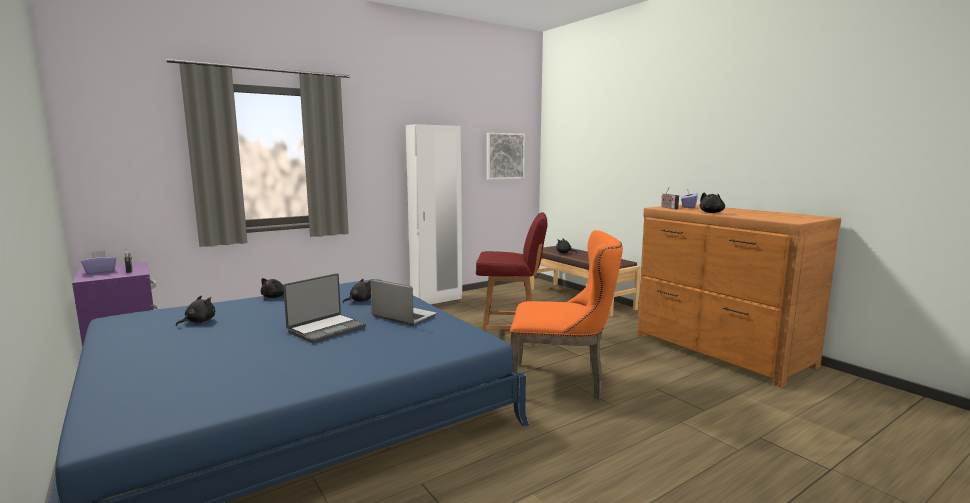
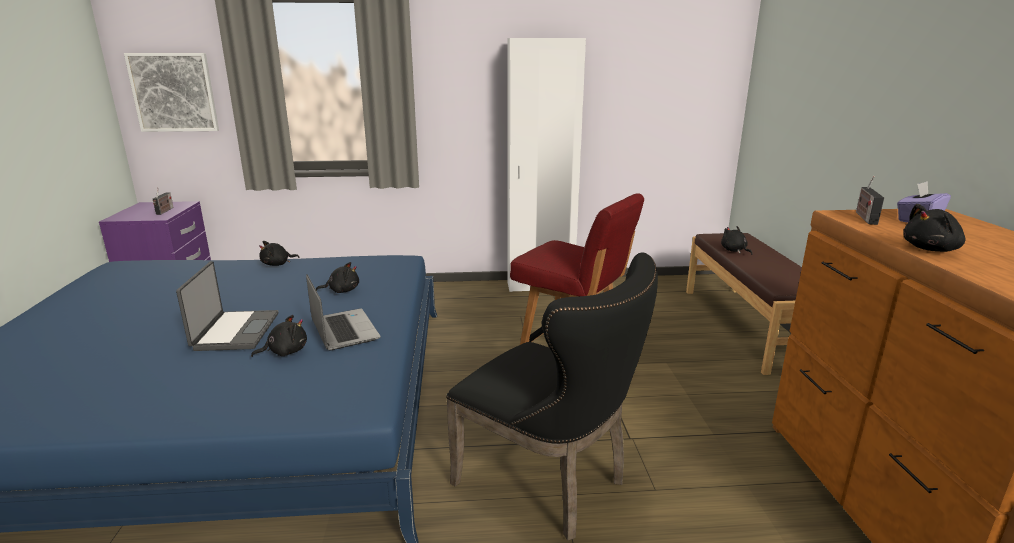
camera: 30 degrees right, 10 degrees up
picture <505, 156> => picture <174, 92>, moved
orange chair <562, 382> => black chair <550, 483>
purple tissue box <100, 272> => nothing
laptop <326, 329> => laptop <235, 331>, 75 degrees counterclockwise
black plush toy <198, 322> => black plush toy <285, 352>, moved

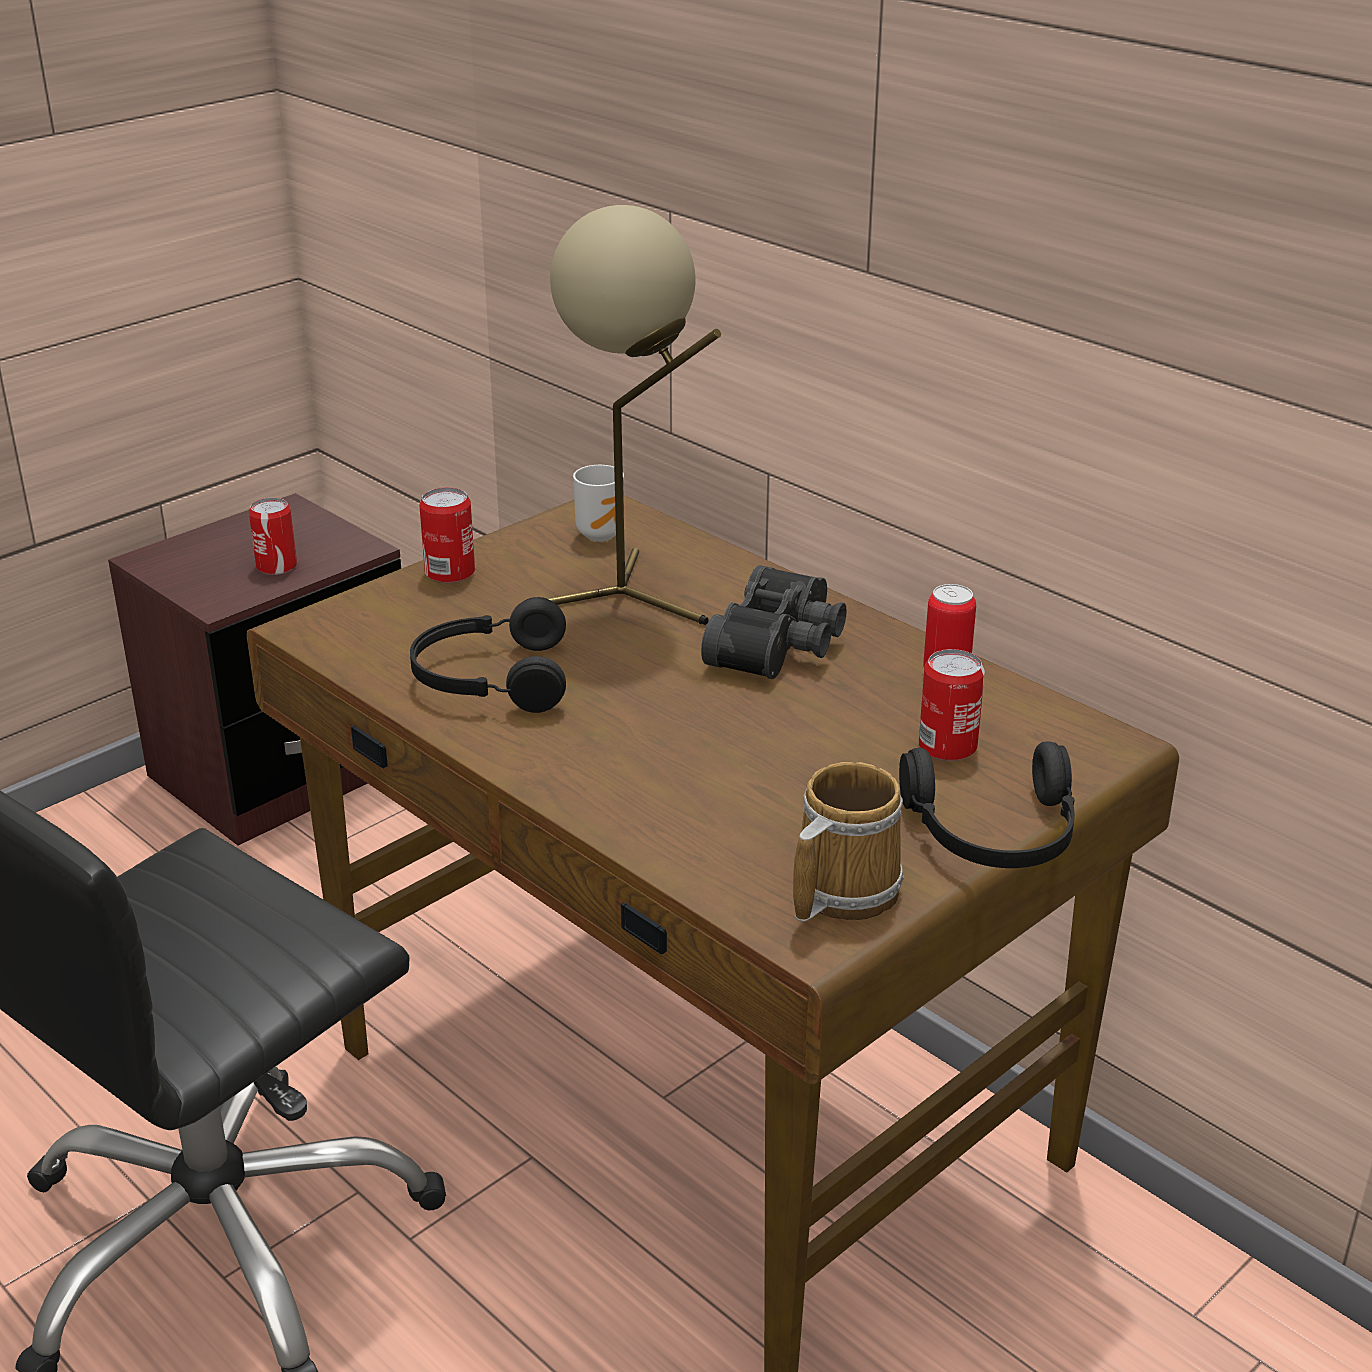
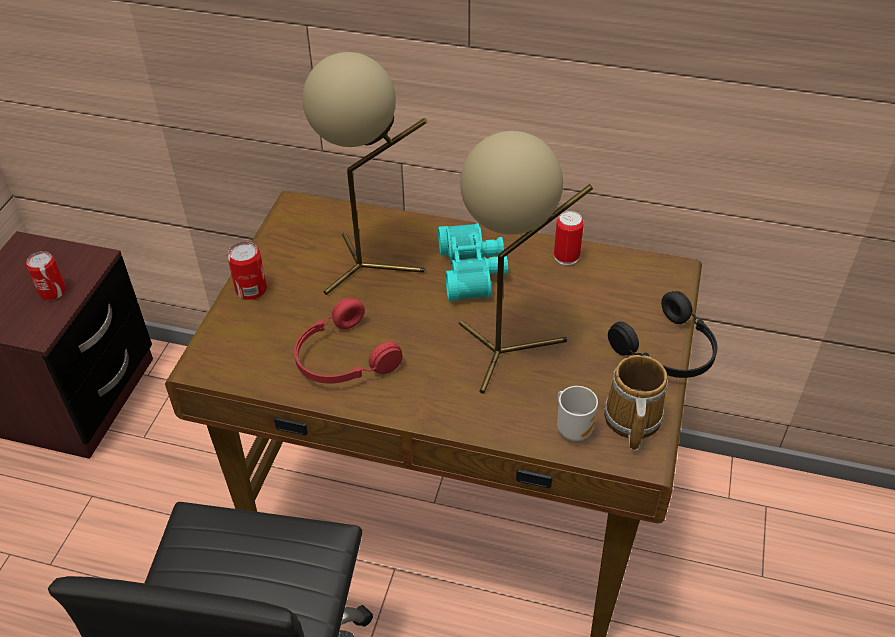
camera: 30 degrees left, 15 degrees up
mug <602, 534> => mug <573, 429>, moved
black binoculars <781, 646> => turquoise binoculars <473, 270>
black headphones <490, 679> => red headphones <342, 359>
can <947, 746> => nothing
nothing => beige table lamp <506, 351>

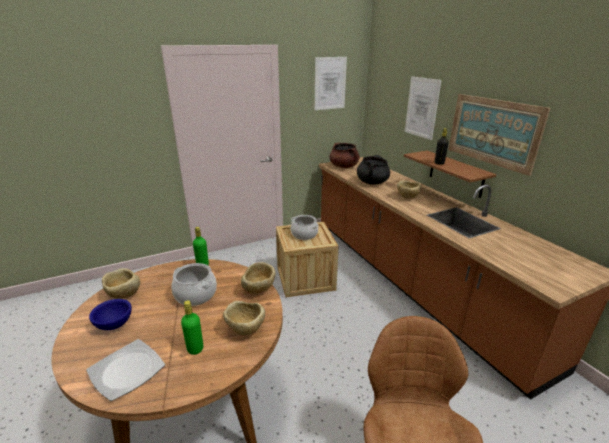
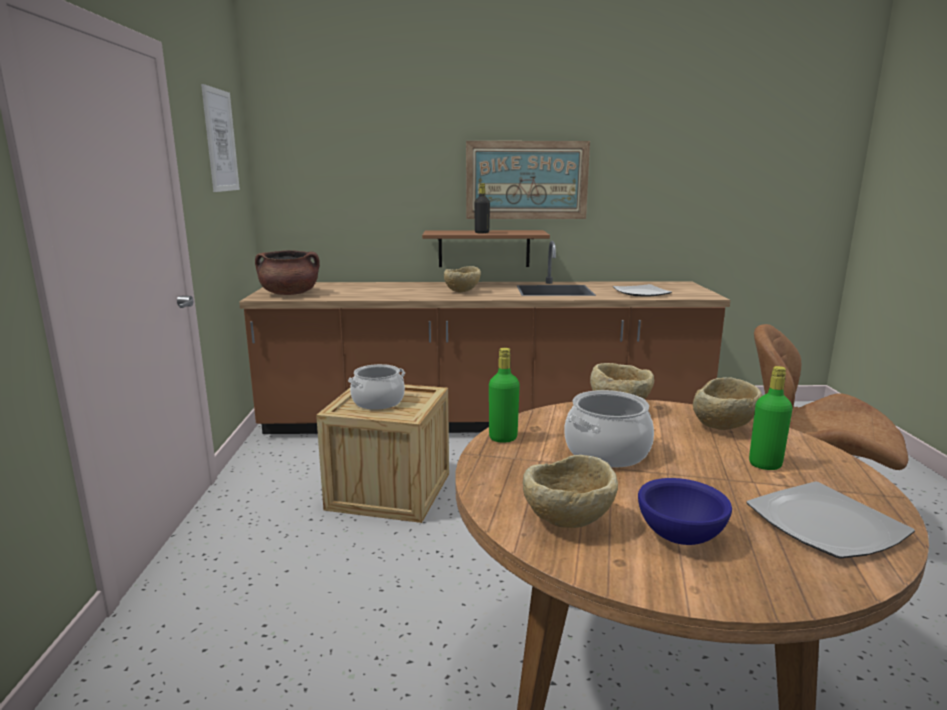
camera: 65 degrees left, 10 degrees down
picture <422, 107> => nothing
black cooking pot <372, 182> => nothing
nothing => plate <641, 293>

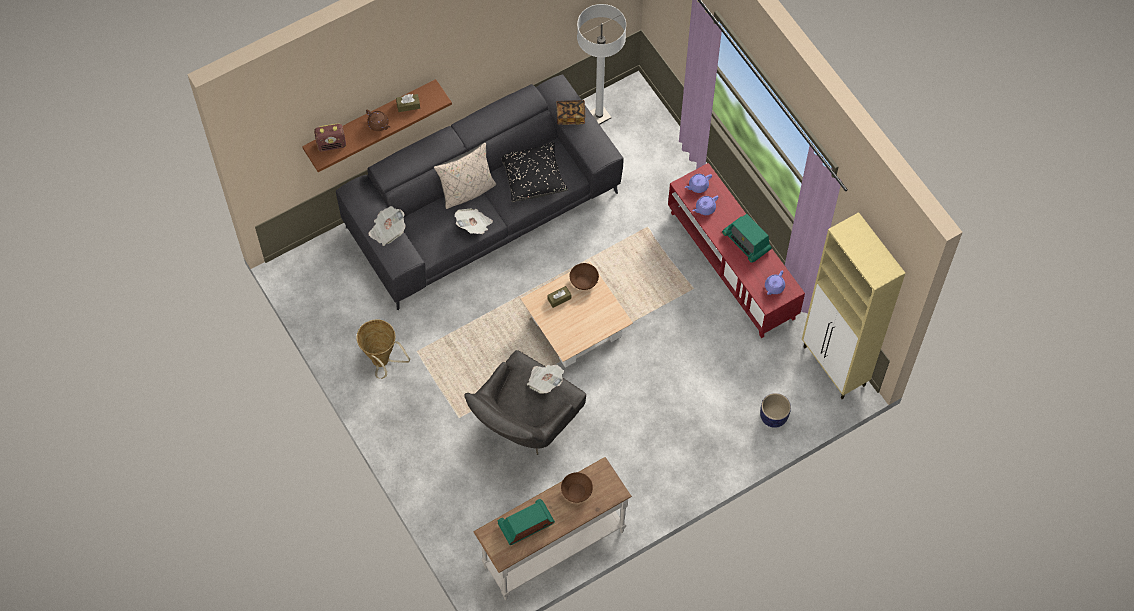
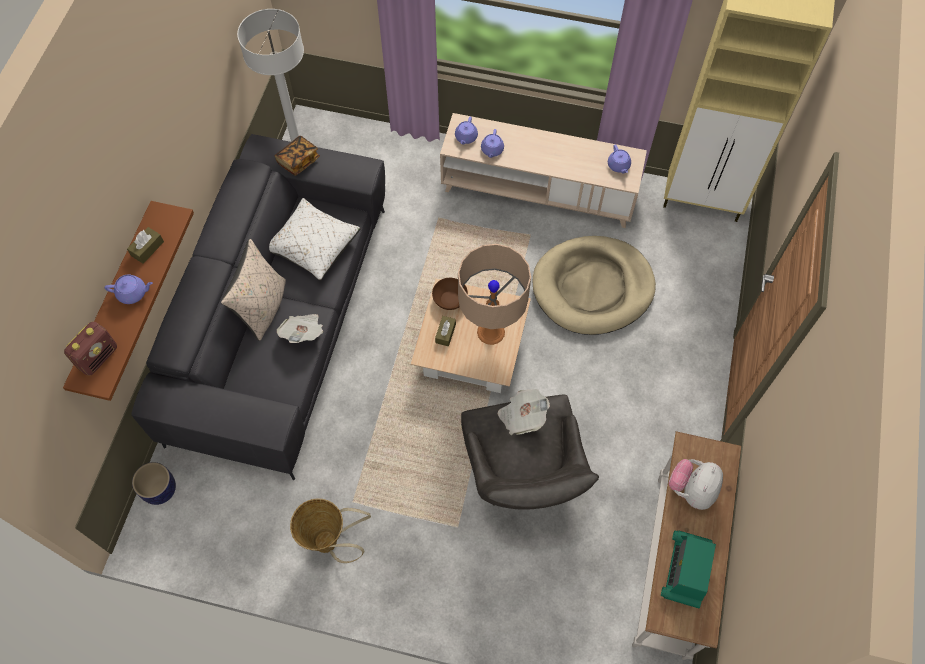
camera: 45 degrees left, 0 degrees up
brown teapot <378, 124> => purple teapot <133, 293>
black pillow <533, 177> => white pillow <313, 246>
red tv stand <732, 265> => beige tv stand <538, 191>
newspaper <387, 231> => nothing
radio <746, 242> => nothing
planter <773, 416> => planter <160, 489>, moved
brown bowl <576, 491> => plush toy <692, 490>
nothing => beige dog bed <592, 287>
nothing => beige table lamp <491, 332>

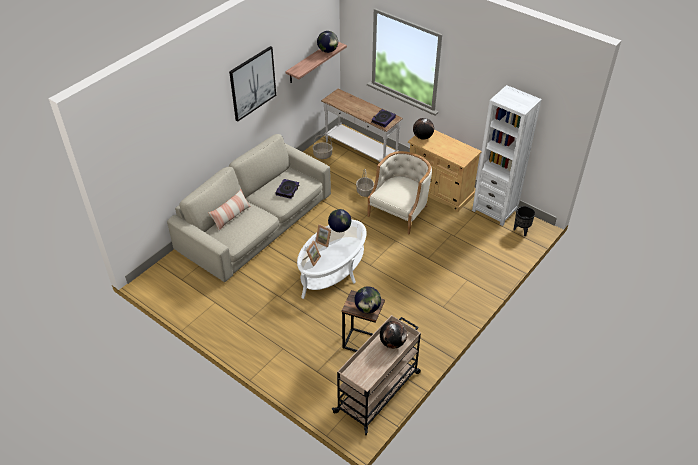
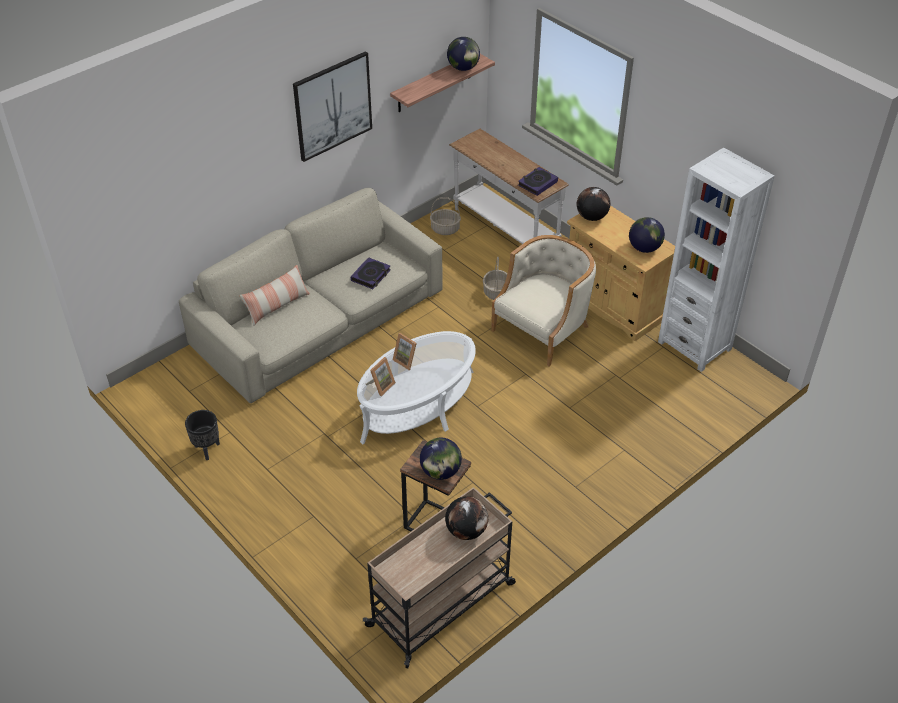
camera: 10 degrees right, 0 degrees up
black planter <521, 230> => black planter <207, 450>, moved
globe <339, 228> => globe <644, 248>, moved

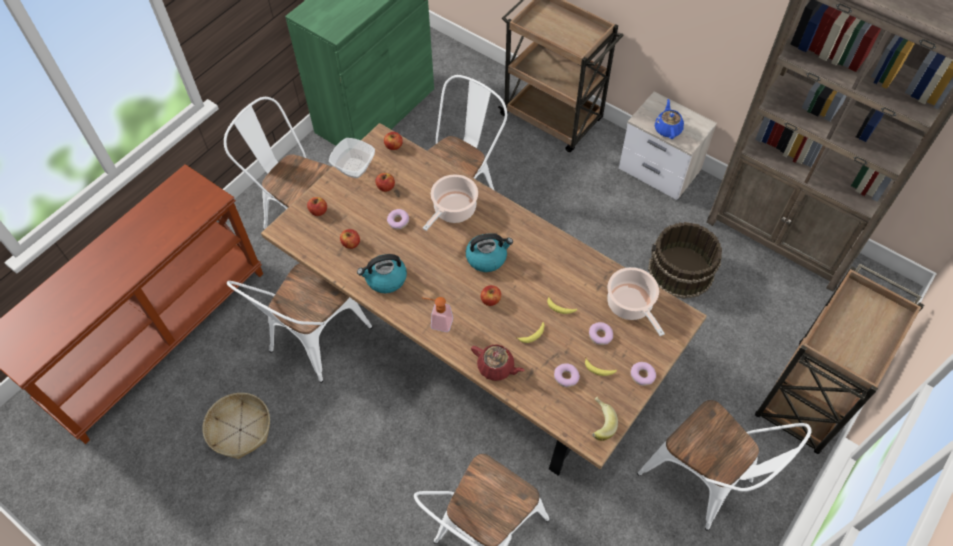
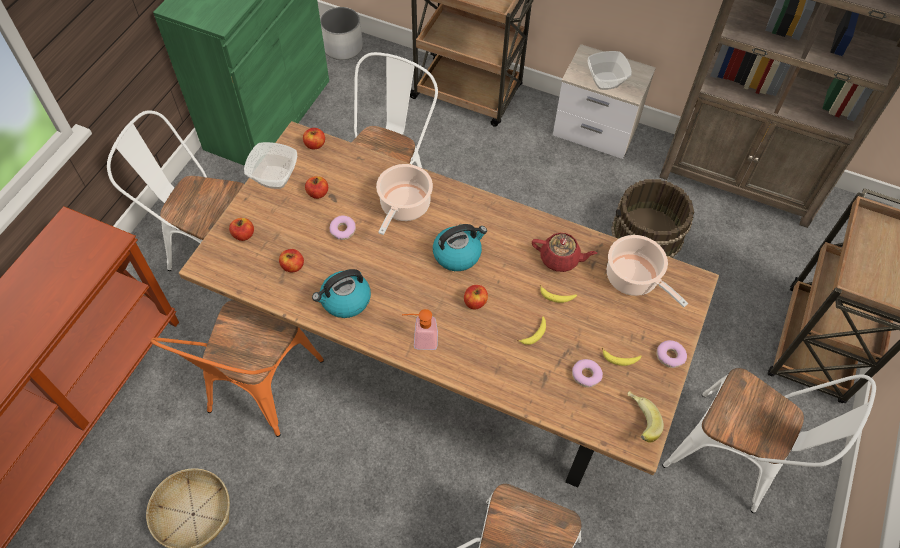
camera: 15 degrees left, 0 degrees up
blue teapot <667, 129> => bowl <606, 81>
white chair <313, 343> => orange chair <258, 392>
donut <600, 336> => nothing
red teapot <496, 367> => red teapot <560, 259>, moved
nothing => white planter <343, 47>

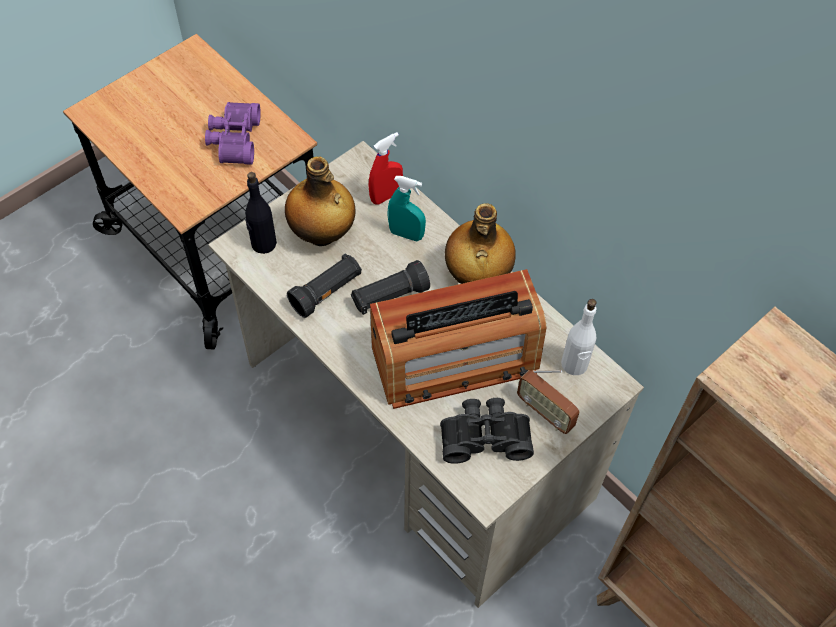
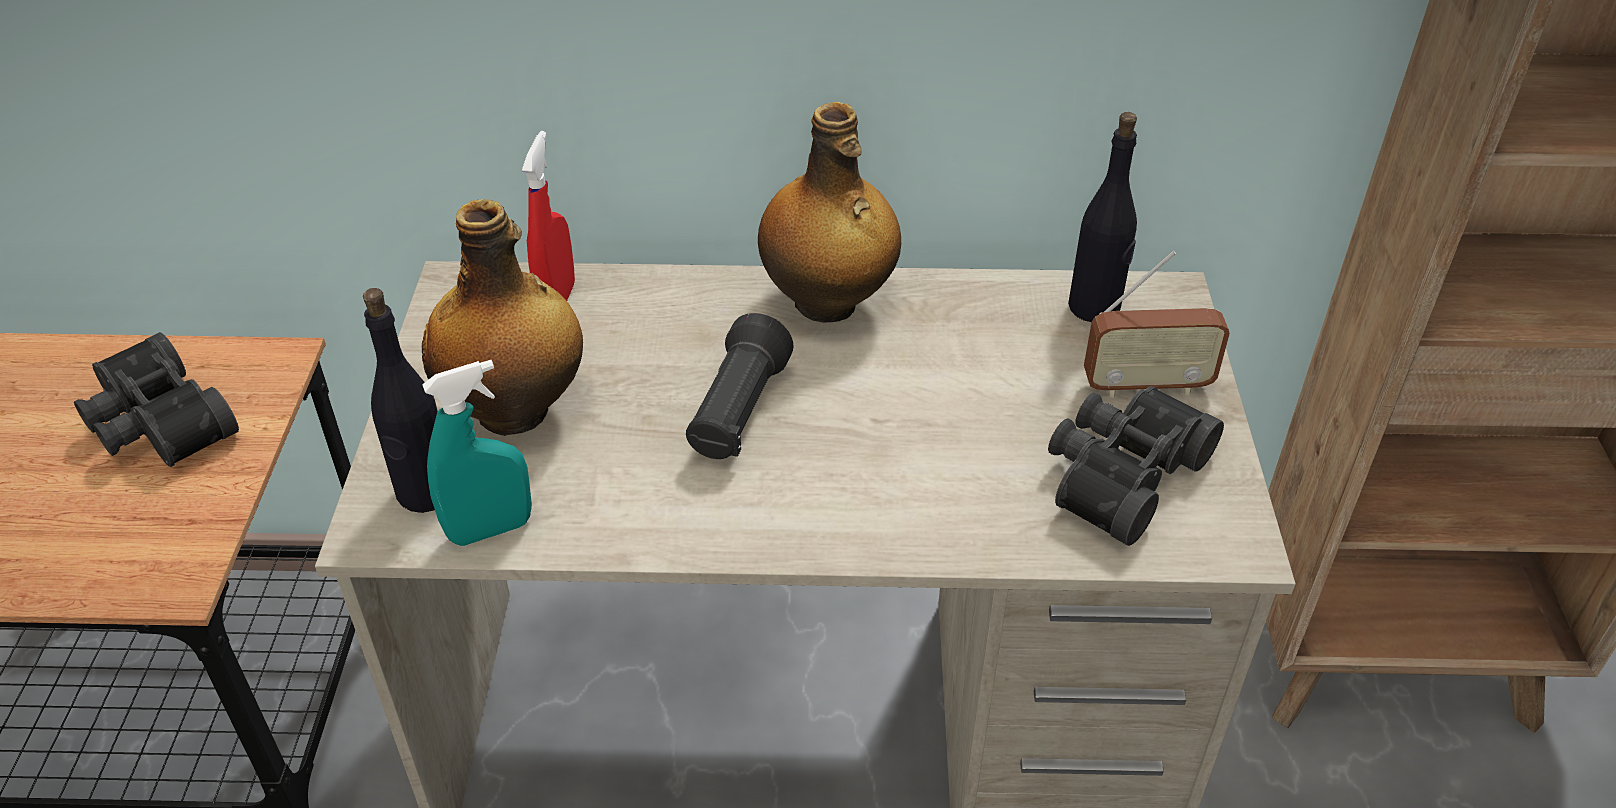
camera: 45 degrees left, 15 degrees down
purple binoculars <233, 140> => black binoculars <155, 424>
turquoise spray bottle <406, 234> => turquoise spray bottle <490, 529>, moved
black flashlight <327, 292> => nothing
radio <455, 360> => nothing
white bottle <574, 364> => black bottle <1094, 307>

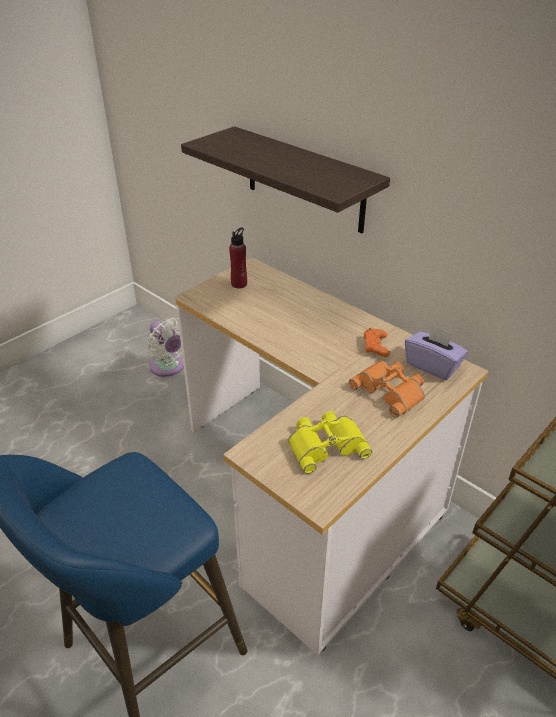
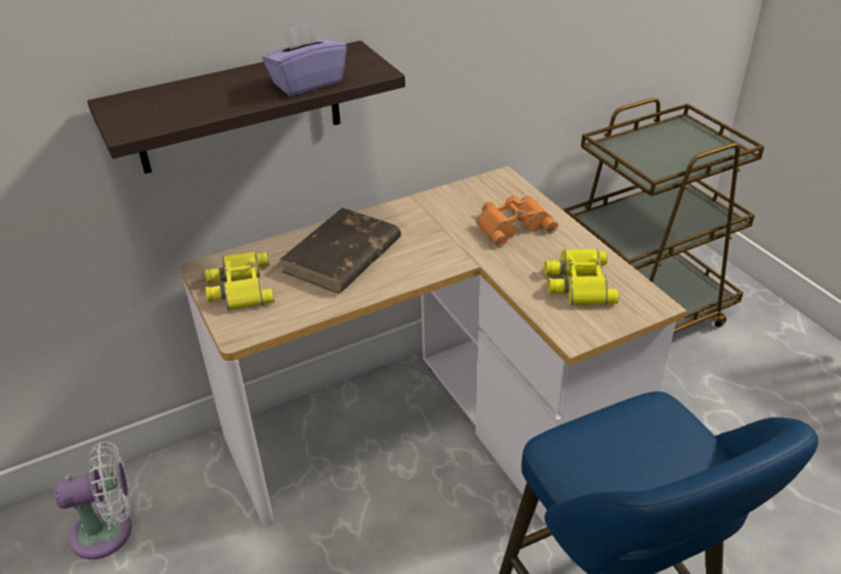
camera: 70 degrees left, 0 degrees up
red bottle <239, 284> => yellow binoculars <239, 287>
purple tissue box <432, 365> => purple tissue box <307, 83>, moved
orange game controller <376, 346> => nothing
nothing => brown book <342, 256>

